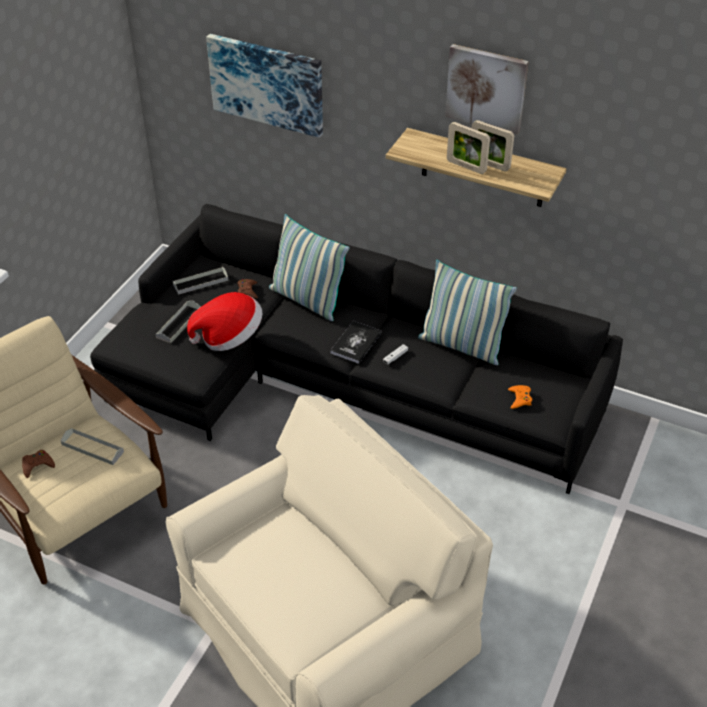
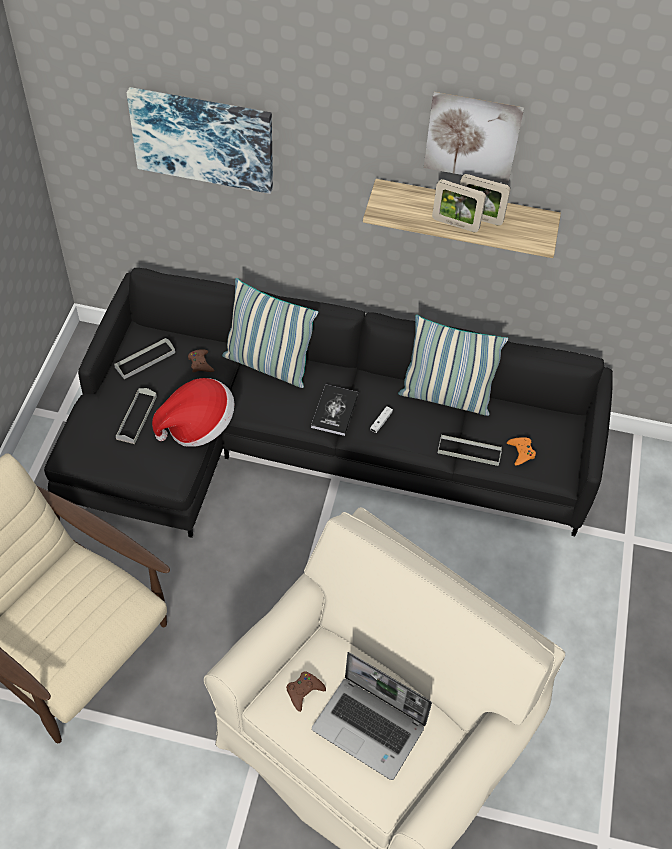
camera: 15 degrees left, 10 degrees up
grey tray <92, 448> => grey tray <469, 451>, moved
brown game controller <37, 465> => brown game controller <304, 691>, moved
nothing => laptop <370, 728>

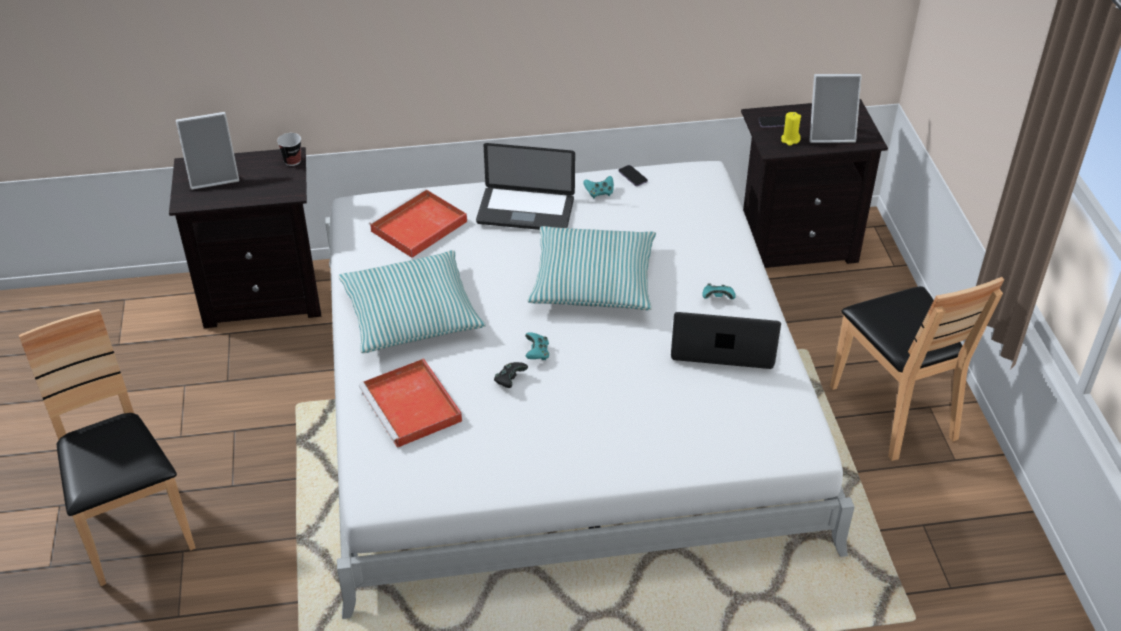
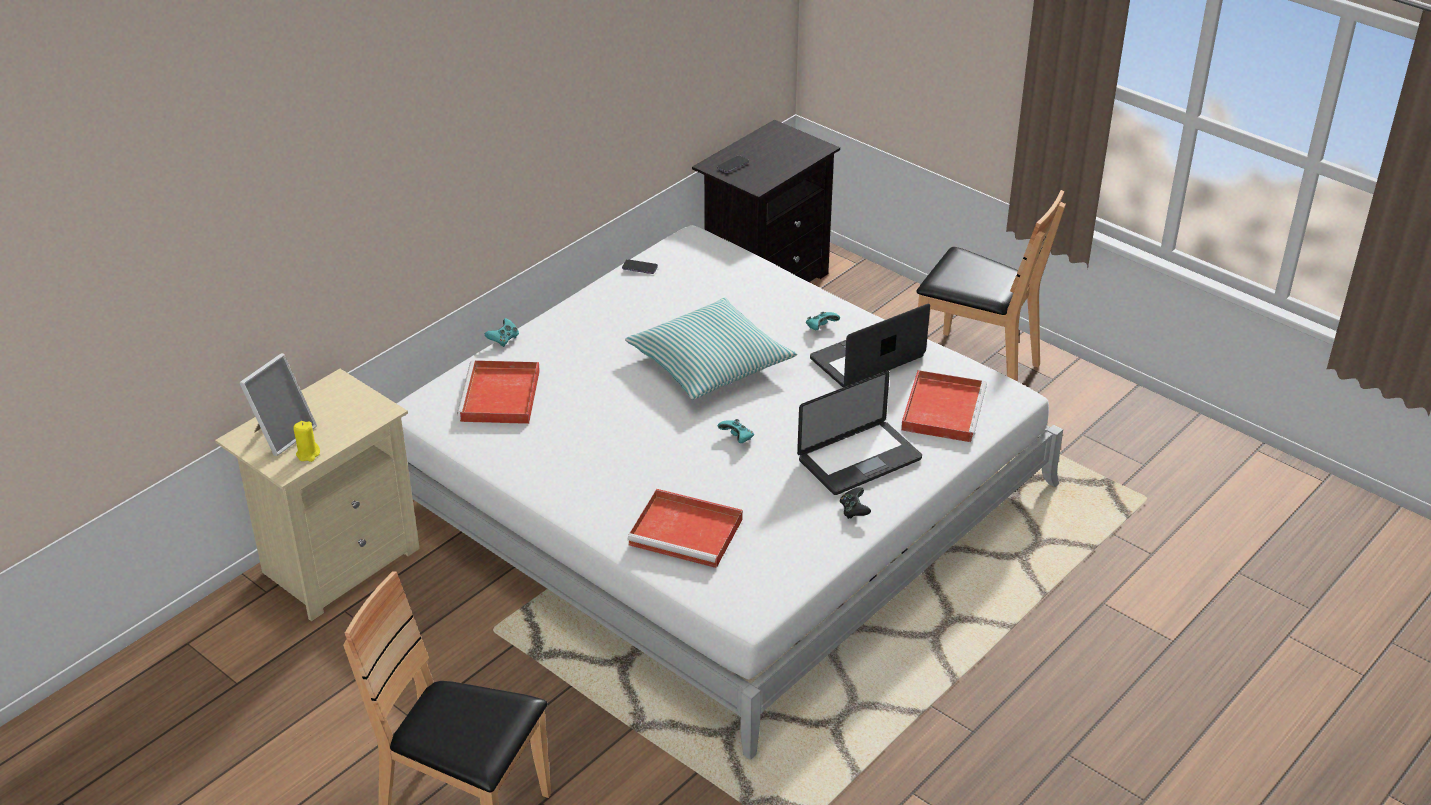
camera: 40 degrees left, 5 degrees down
picture frame <830, 133> => nothing
yellow candle <790, 139> => yellow candle <308, 454>, moved
cup <292, 161> => nothing
laptop <525, 211> => laptop <859, 460>, moved
black nightstand <264, 296> => beige nightstand <337, 562>
turquoise game controller <599, 193> => turquoise game controller <503, 339>, moved
pillow <411, 314> => nothing
black game controller <510, 380> => black game controller <854, 511>, moved
nothing => red tray <942, 408>

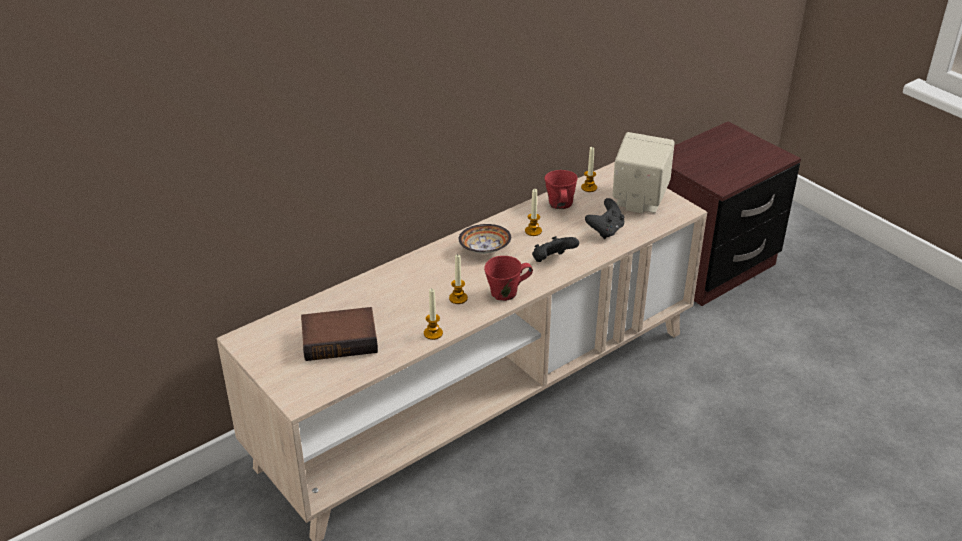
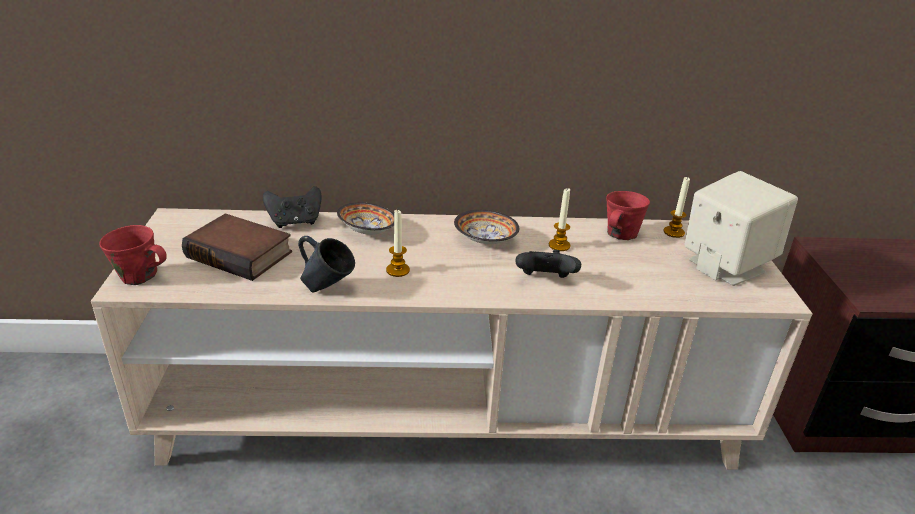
camera: 35 degrees right, 5 degrees down
black game controller <605, 231> => black game controller <295, 222>, moved
red mug <506, 293> => red mug <140, 277>, moved
candle <433, 333> => blue mug <327, 289>
nothing => bowl <367, 231>

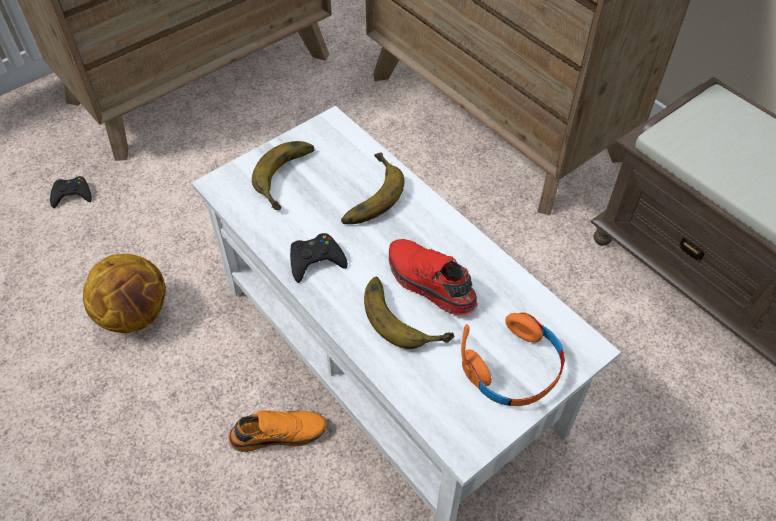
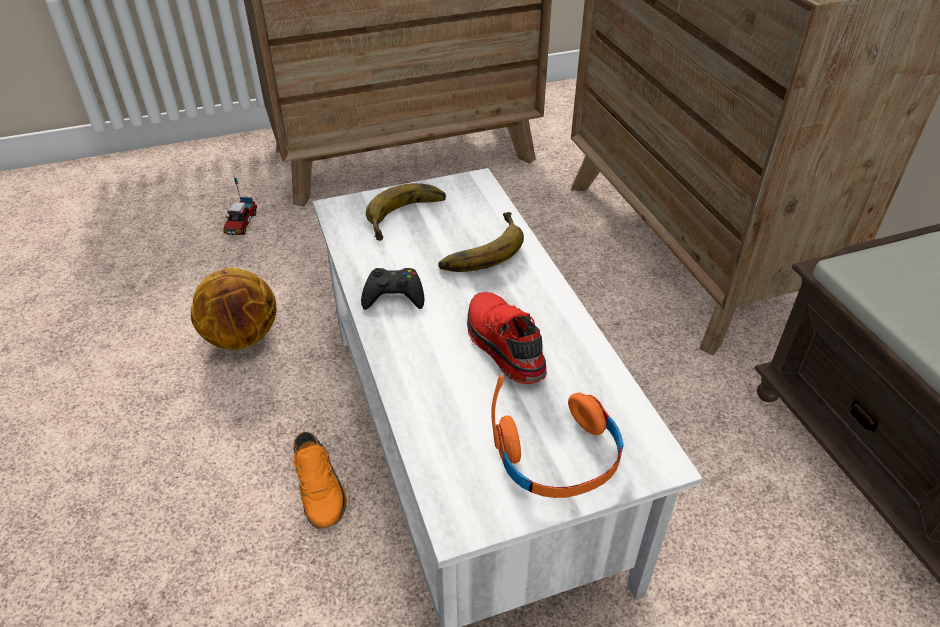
camera: 20 degrees right, 10 degrees down
black game controller <72, 195> => toy truck <241, 224>
banana <405, 314> => nothing
orange shoe <278, 432> => orange shoe <321, 488>, 60 degrees clockwise

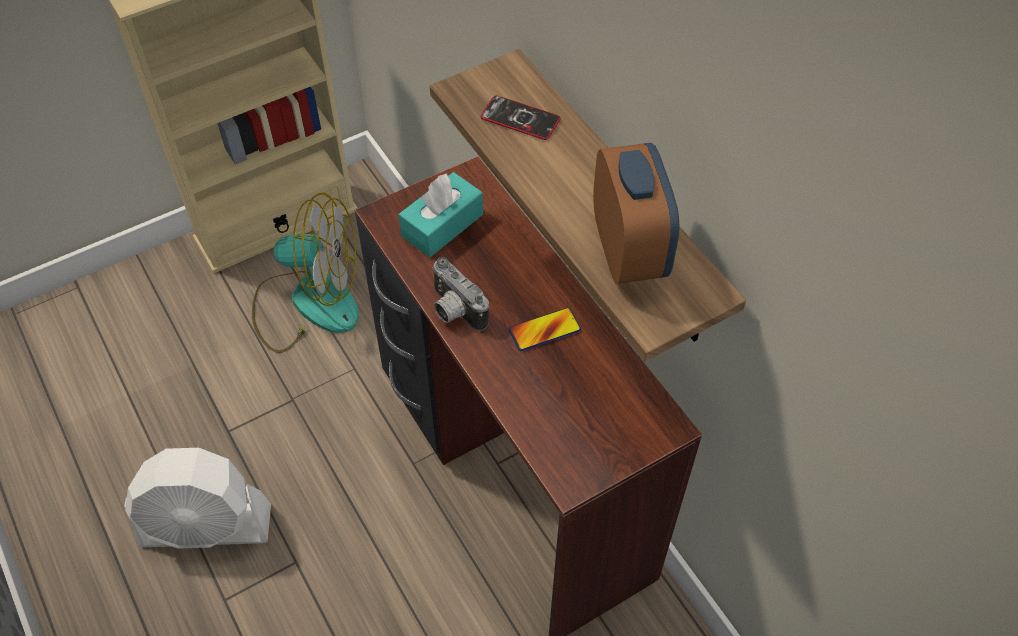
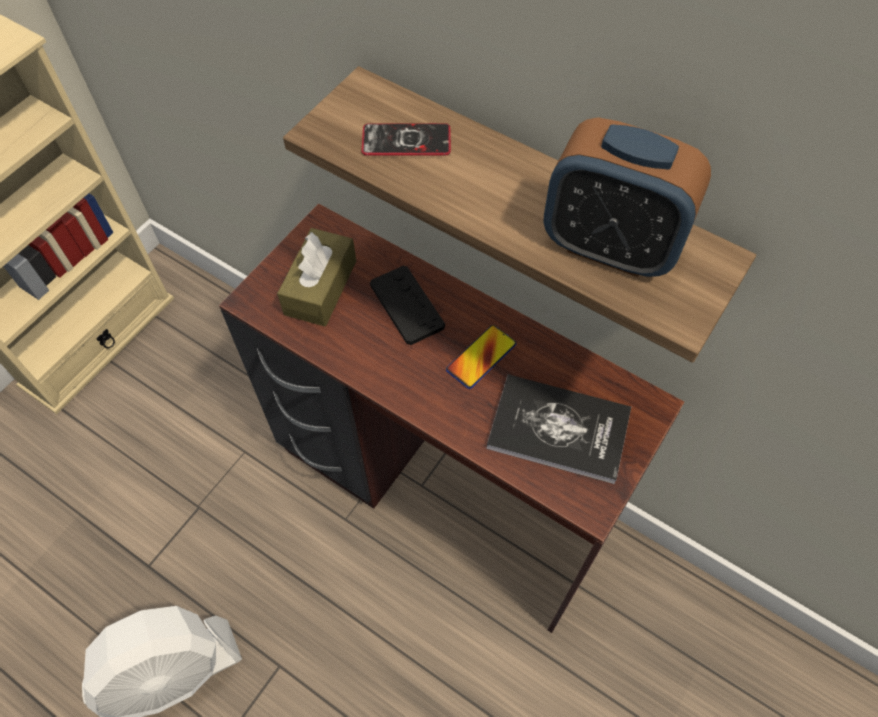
camera: 25 degrees left, 5 degrees up
alarm clock <629, 251> => alarm clock <609, 246>, 150 degrees clockwise
turquoise tissue box <442, 225> => brown tissue box <320, 287>
fan <308, 302> => nothing
photo camera <454, 311> => nothing
nothing => black game controller <407, 306>
nothing => book <558, 429>

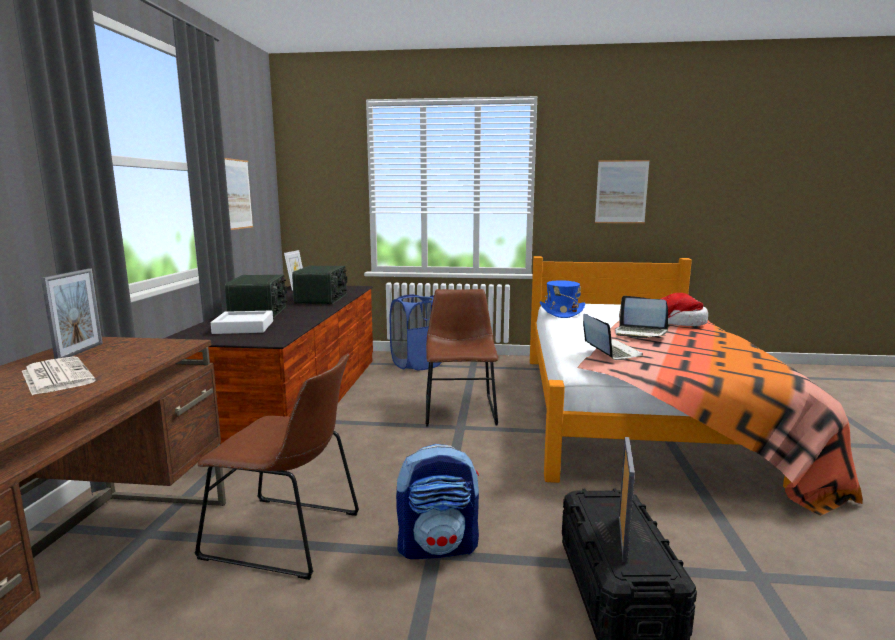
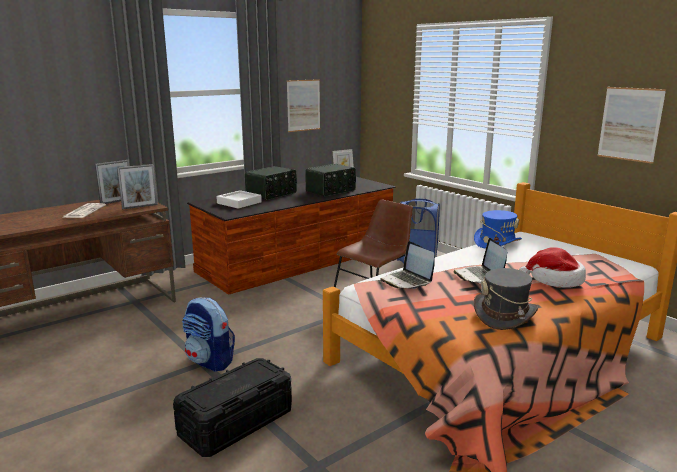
camera: 45 degrees right, 5 degrees up
laptop <610, 351> => laptop <407, 281>, 120 degrees clockwise
brown chair <289, 536> => nothing
picture frame <622, 538> => picture frame <140, 206>, moved
nothing => grey hat <504, 315>

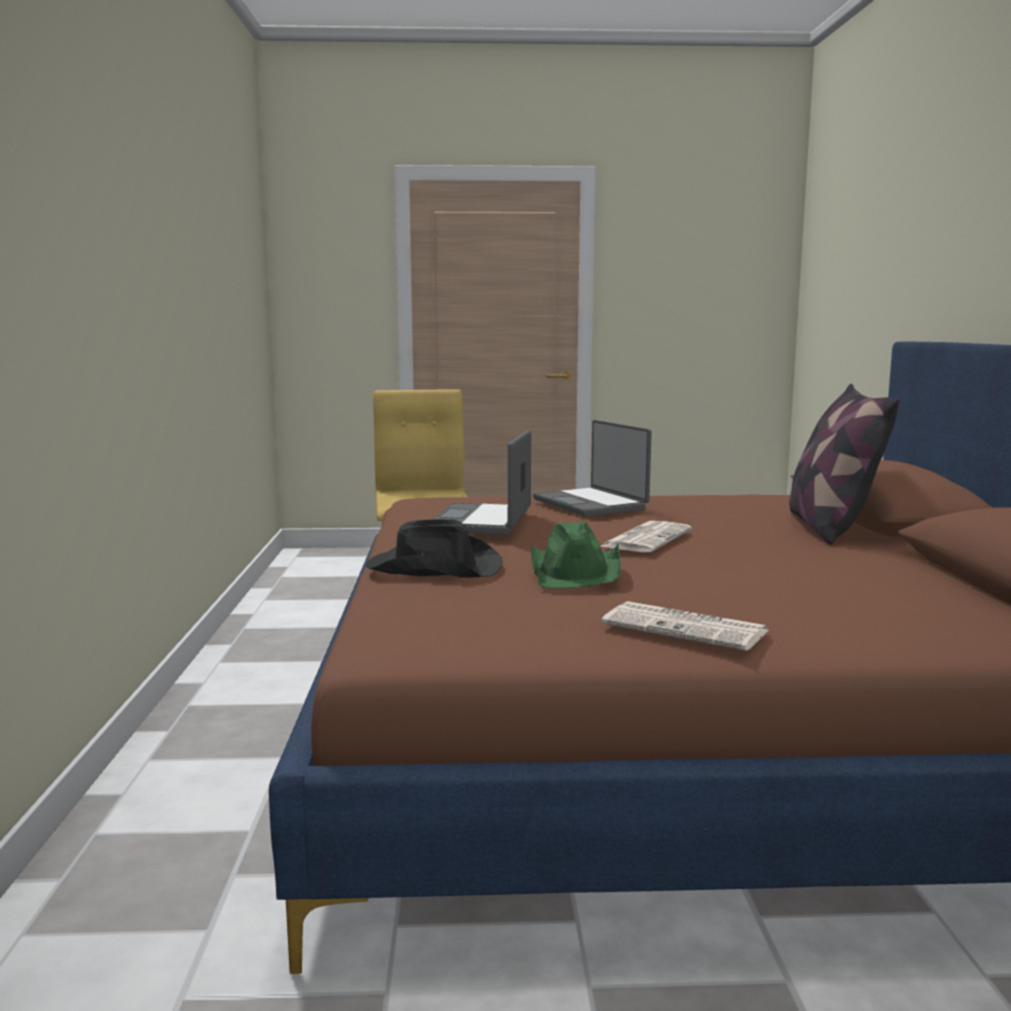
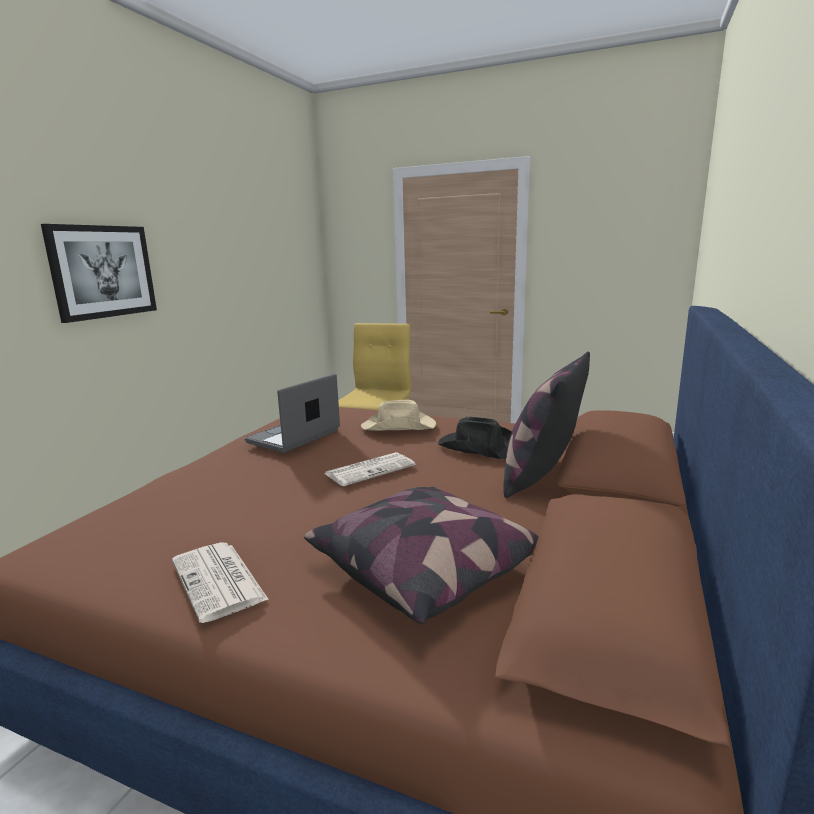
camera: 25 degrees right, 5 degrees up
laptop <591, 504> => beige hat <399, 426>
black hat <433, 567> => black hat <478, 446>, moved
green hat <576, 572> => nothing
nothing => picture <103, 271>
nothing => pillow <427, 570>

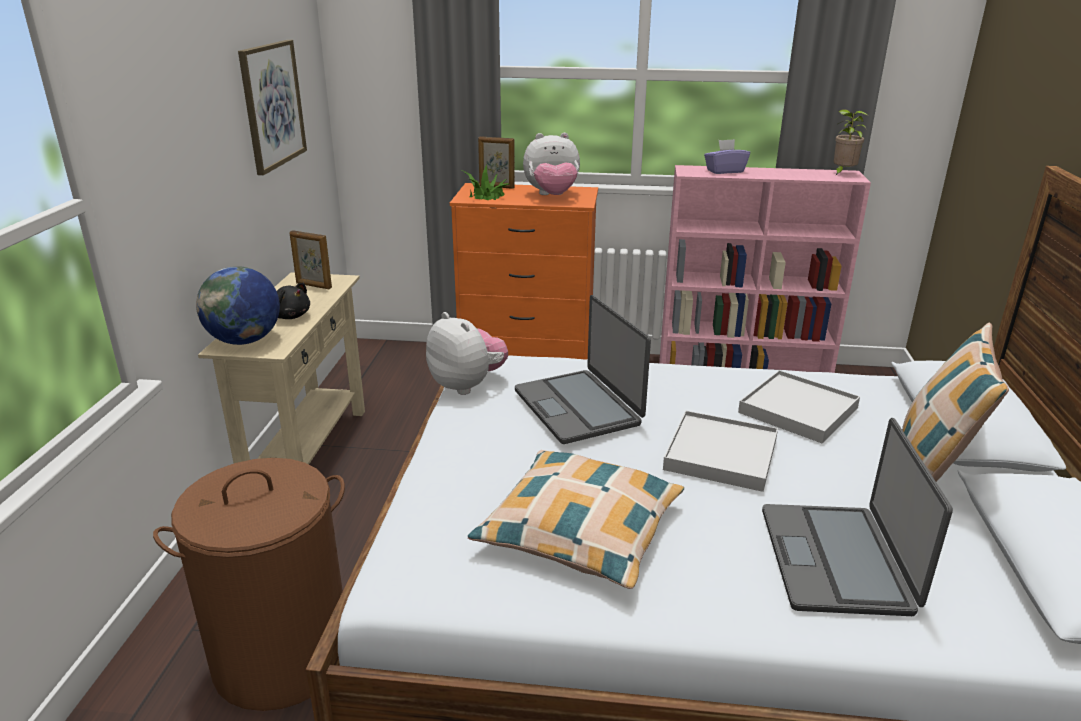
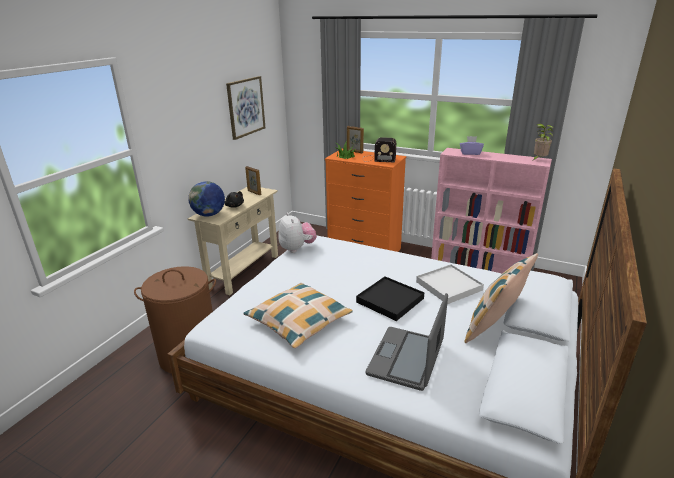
camera: 20 degrees right, 0 degrees up
plush toy <552, 196> => radio <377, 159>
laptop <578, 407> => nothing
white tray <720, 454> => black tray <390, 300>

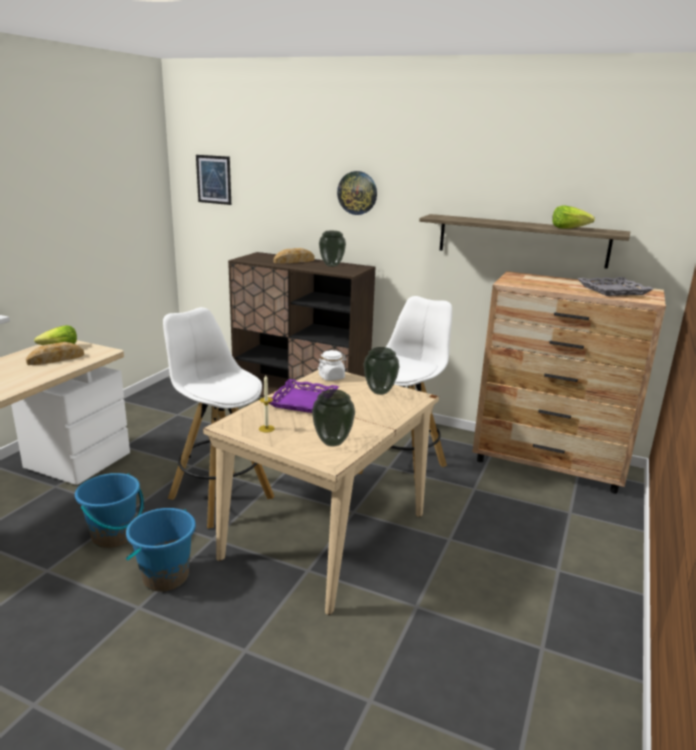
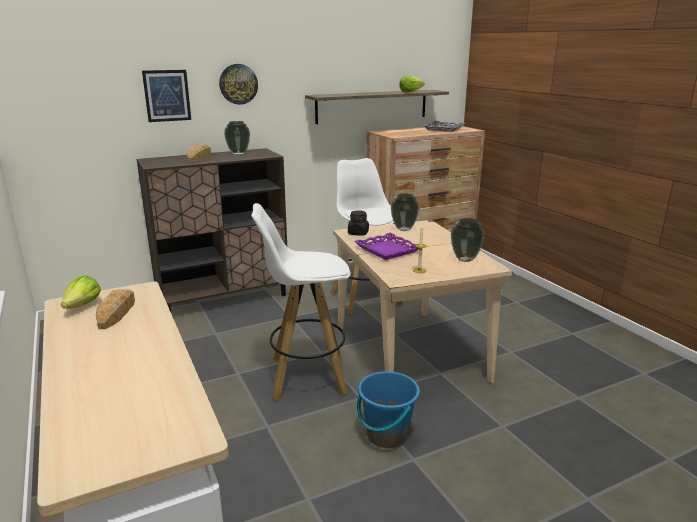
camera: 50 degrees left, 0 degrees up
picture <214, 179> => picture <167, 95>, moved
white jar <331, 377> => black jar <358, 233>
blue bucket <114, 536> => nothing

